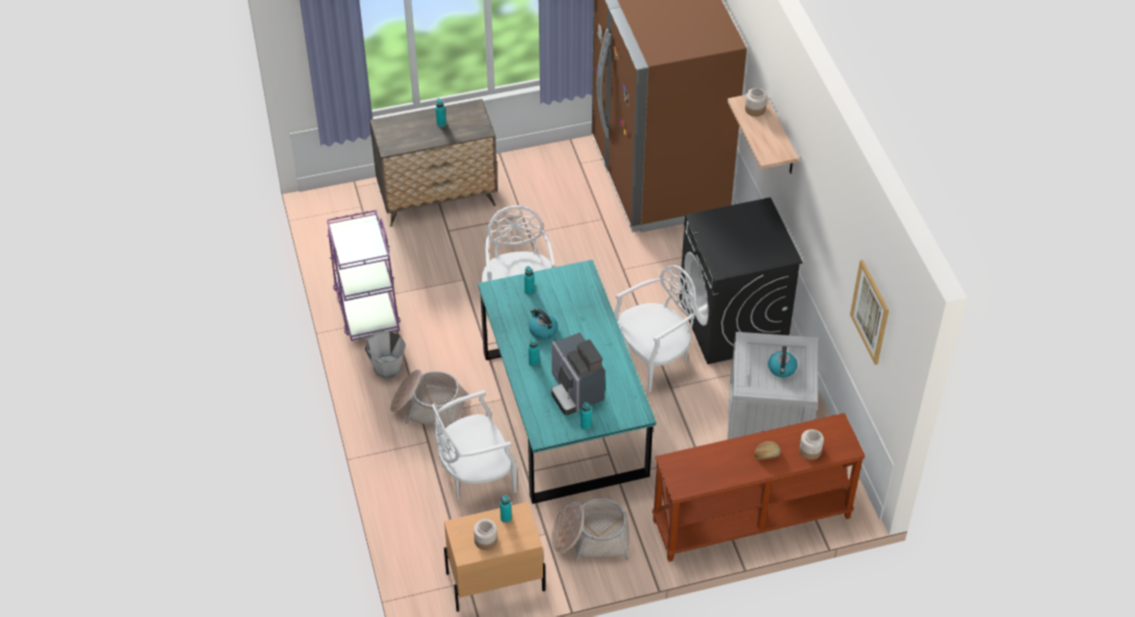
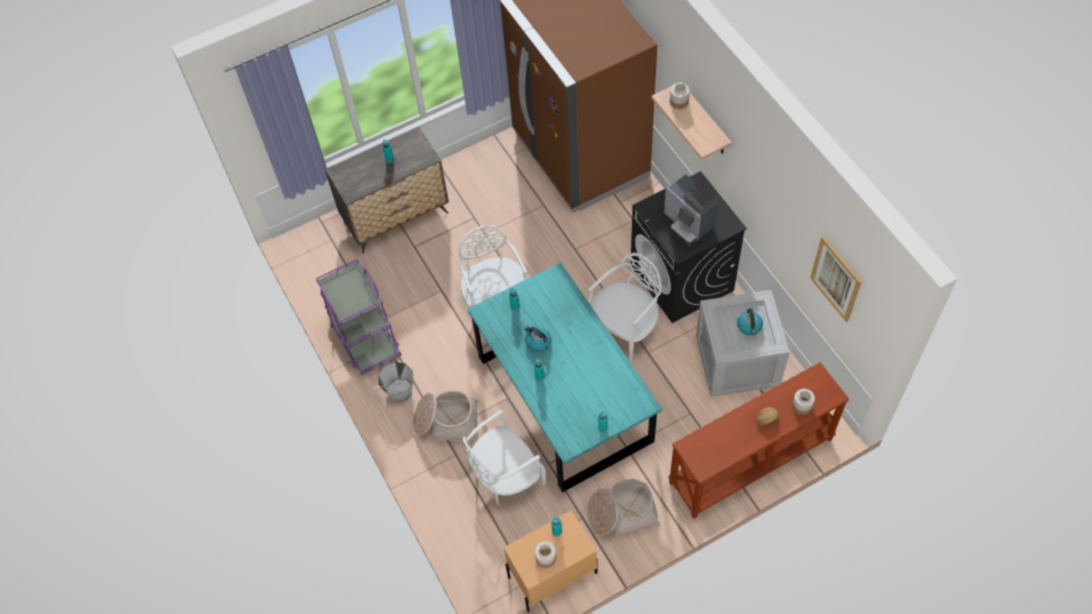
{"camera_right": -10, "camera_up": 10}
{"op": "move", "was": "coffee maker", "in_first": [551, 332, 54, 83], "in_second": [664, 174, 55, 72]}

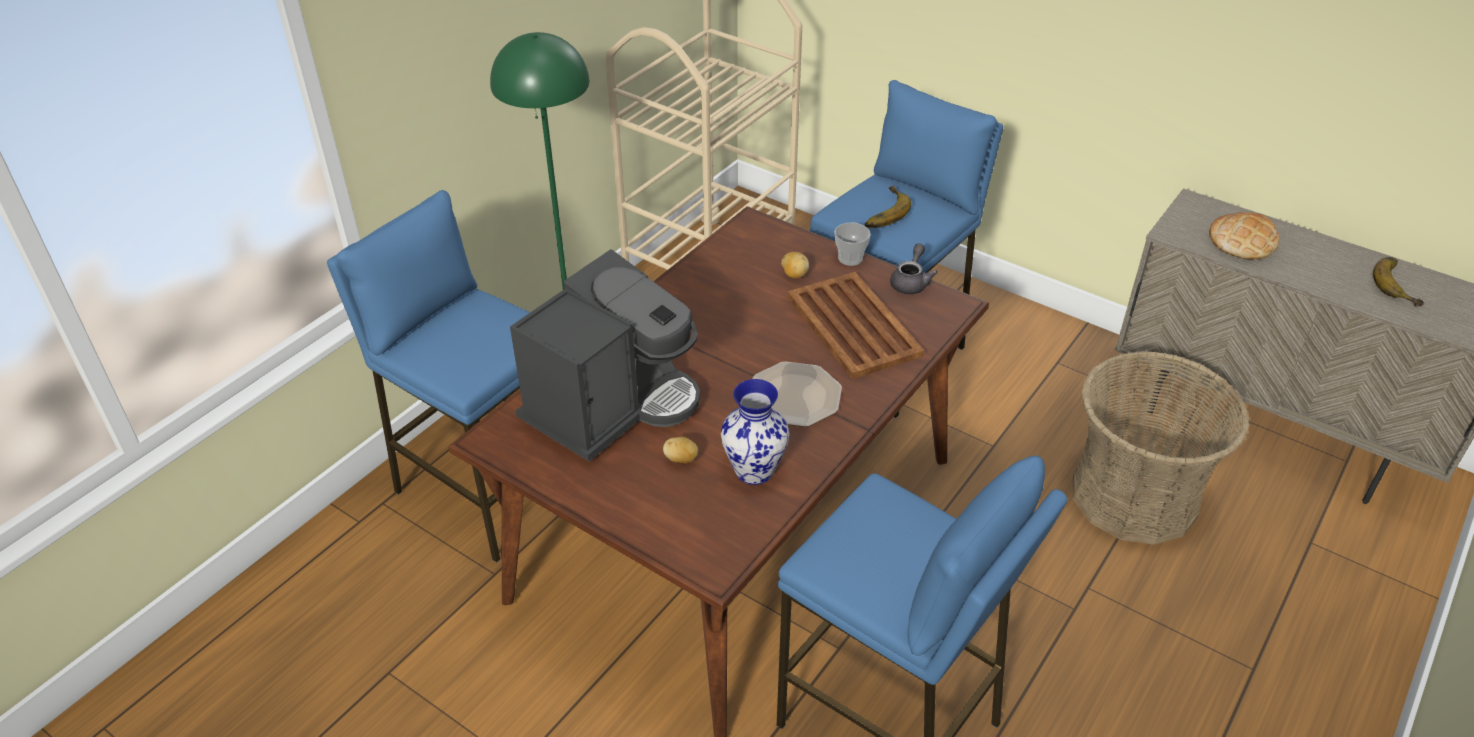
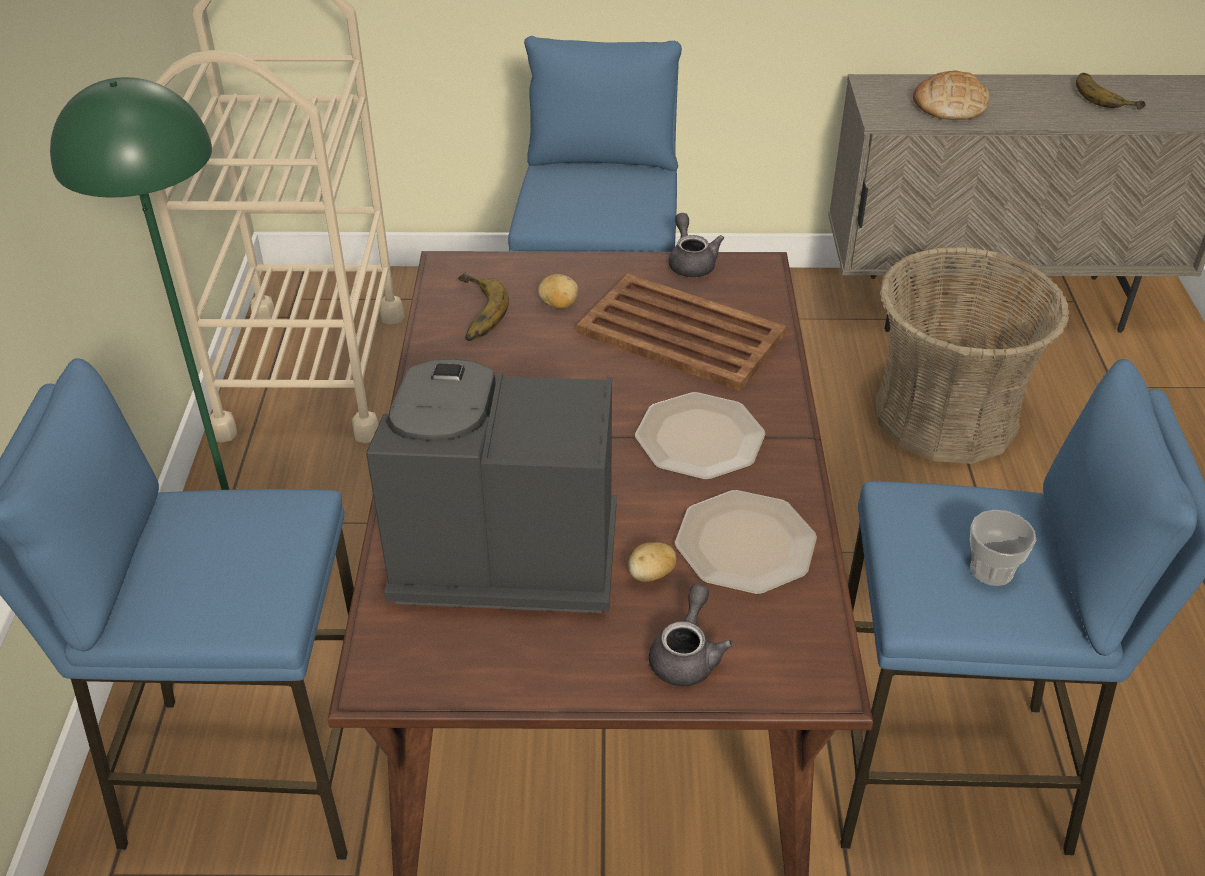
{"camera_right": -35, "camera_up": 0}
{"op": "rotate", "was": "coffee maker", "in_first": [510, 249, 190, 213], "in_second": [366, 359, 251, 254], "clockwise": -90}
{"op": "move", "was": "banana", "in_first": [865, 186, 46, 42], "in_second": [458, 272, 51, 69]}
{"op": "insert", "now": "gray teapot", "in_second": [649, 584, 84, 102]}
{"op": "replace", "was": "decorative vase", "now": "dinner plate", "in_first": [721, 379, 68, 106], "in_second": [675, 490, 142, 105]}
{"op": "move", "was": "drinking cup", "in_first": [834, 223, 37, 43], "in_second": [970, 510, 66, 76]}

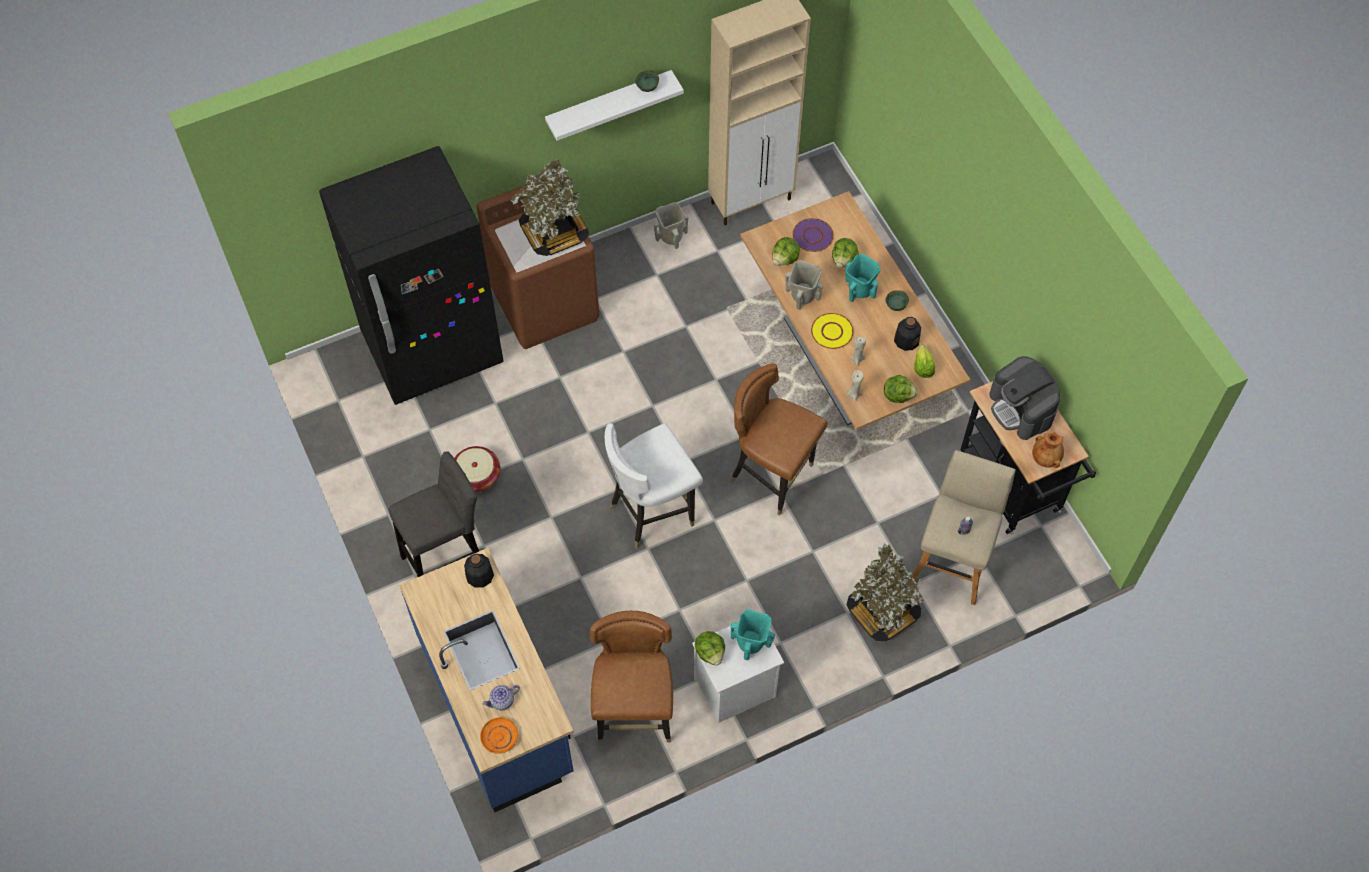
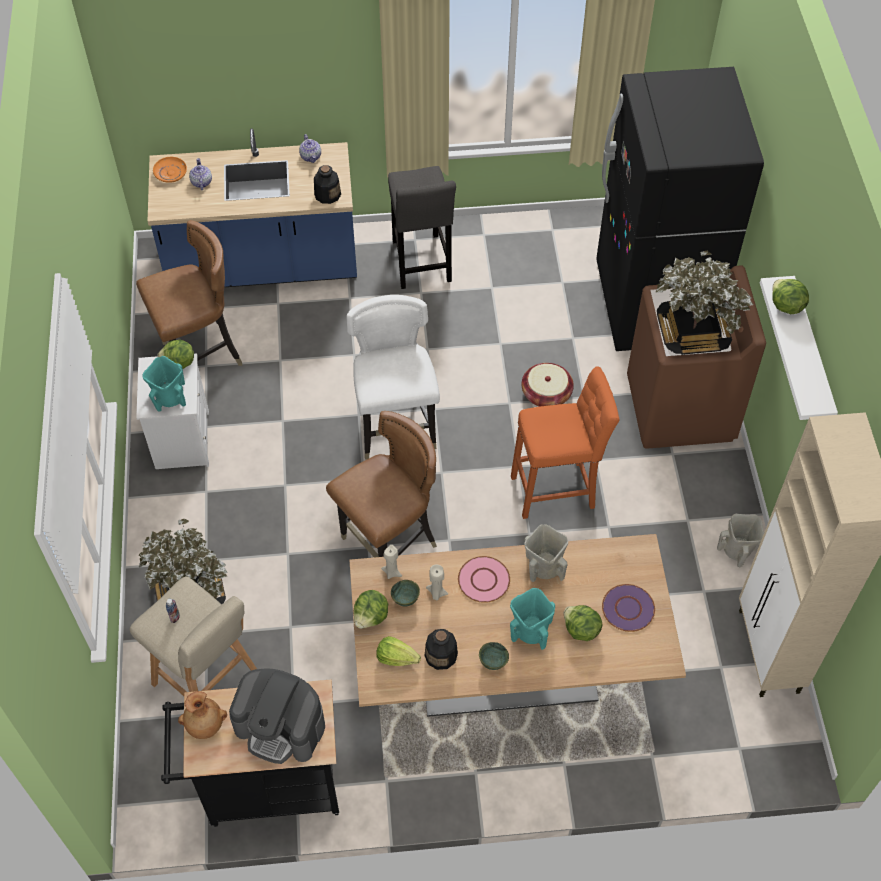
{"camera_right": 110, "camera_up": -5}
{"op": "rotate", "was": "brown-coloured upright chair", "in_first": [590, 611, 83, 132], "in_second": [136, 220, 106, 146], "clockwise": -45}
{"op": "rotate", "was": "coffee maker", "in_first": [989, 356, 71, 84], "in_second": [229, 668, 96, 96], "clockwise": -150}
{"op": "insert", "now": "teapot", "in_second": [299, 134, 22, 29]}
{"op": "move", "was": "green serving bowl", "in_first": [635, 70, 24, 22], "in_second": [391, 580, 29, 26]}
{"op": "recolor", "was": "yellow-coloured dinner plate", "now": "pinkish dinner plate", "in_first": [811, 313, 43, 36], "in_second": [458, 556, 52, 47]}
{"op": "insert", "now": "orange stool", "in_second": [511, 366, 108, 153]}
{"op": "move", "was": "basket", "in_first": [454, 446, 46, 46], "in_second": [521, 363, 53, 44]}
{"op": "move", "was": "lettuce head", "in_first": [772, 237, 28, 28], "in_second": [772, 279, 37, 35]}

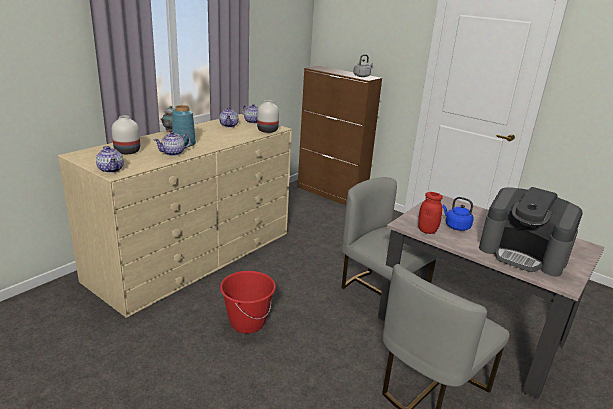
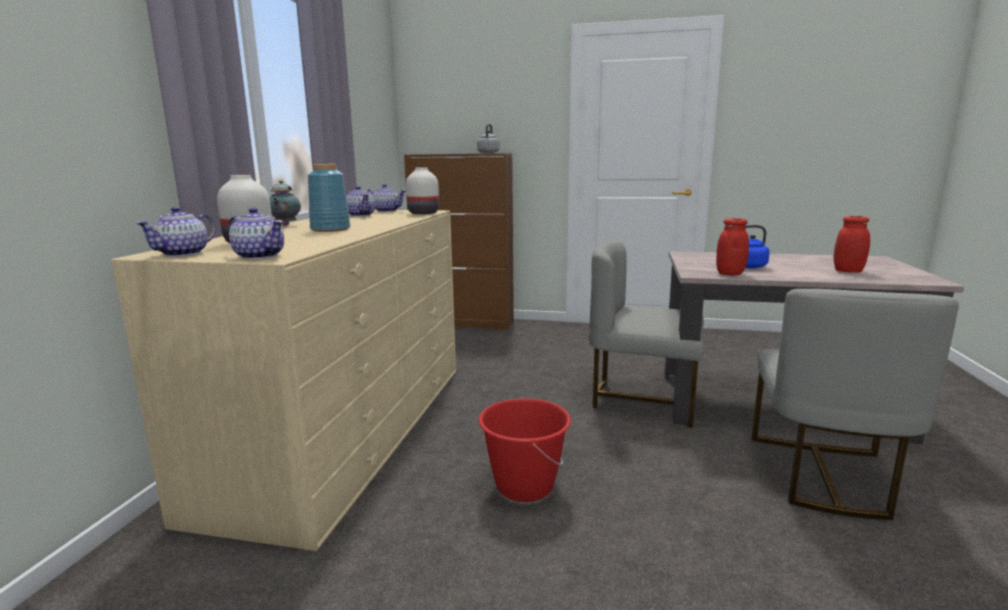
{"camera_right": -25, "camera_up": -10}
{"op": "move", "was": "teapot", "in_first": [154, 131, 37, 25], "in_second": [136, 207, 80, 50]}
{"op": "replace", "was": "coffee maker", "now": "reddish preserve jar", "in_first": [479, 187, 103, 90], "in_second": [834, 216, 36, 57]}

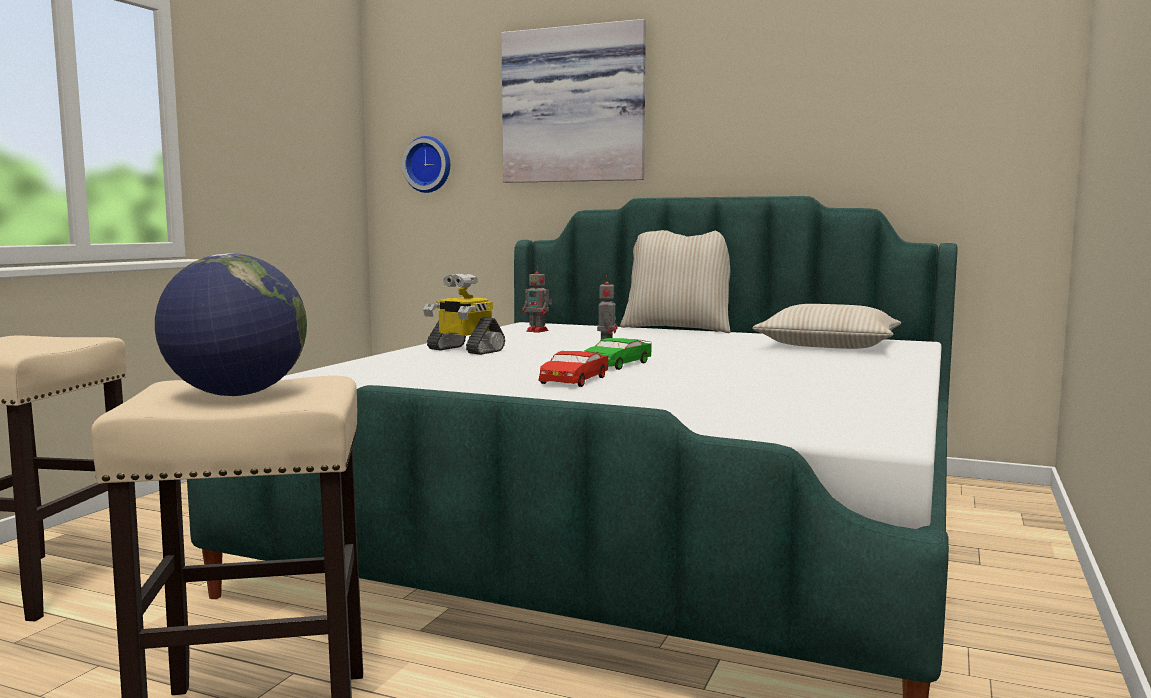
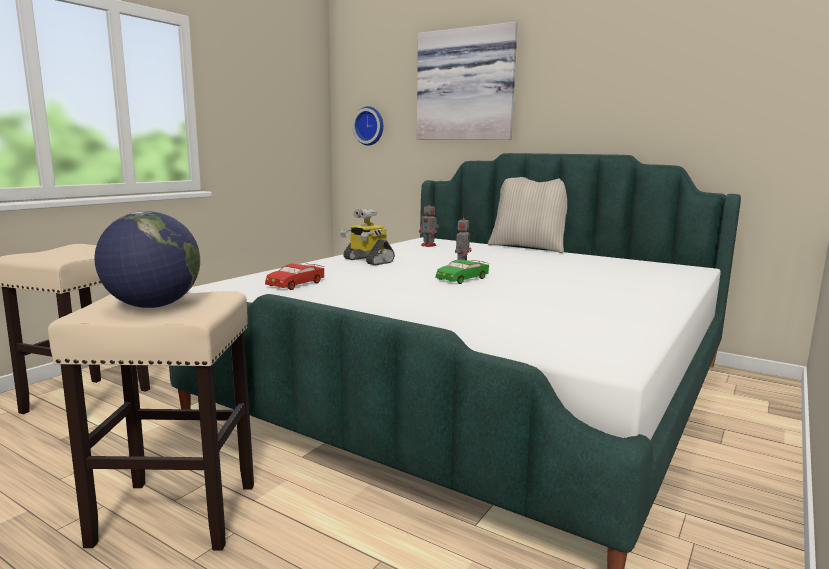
{"camera_right": 10, "camera_up": 5}
{"op": "move", "was": "reddish toy car", "in_first": [539, 351, 69, 36], "in_second": [265, 264, 59, 26]}
{"op": "delete", "was": "beige-coloured pillow", "in_first": [752, 304, 149, 45]}

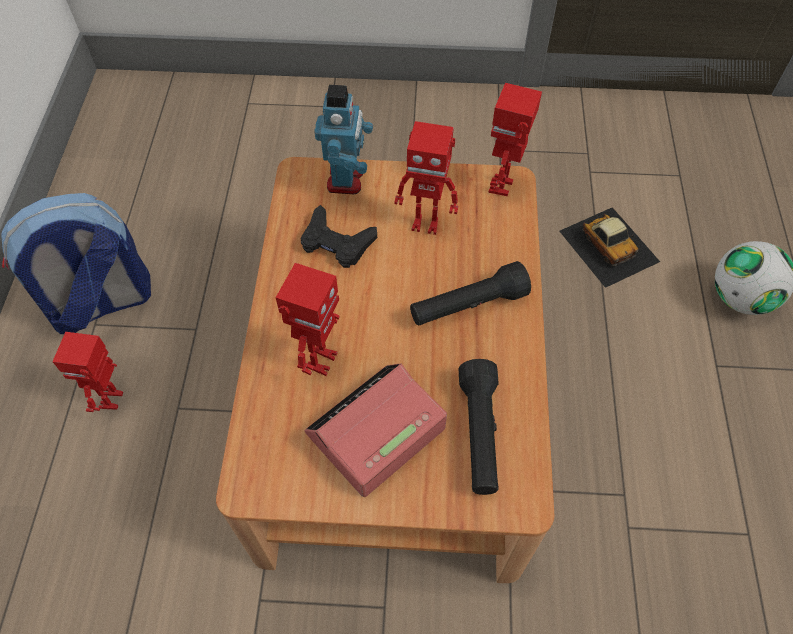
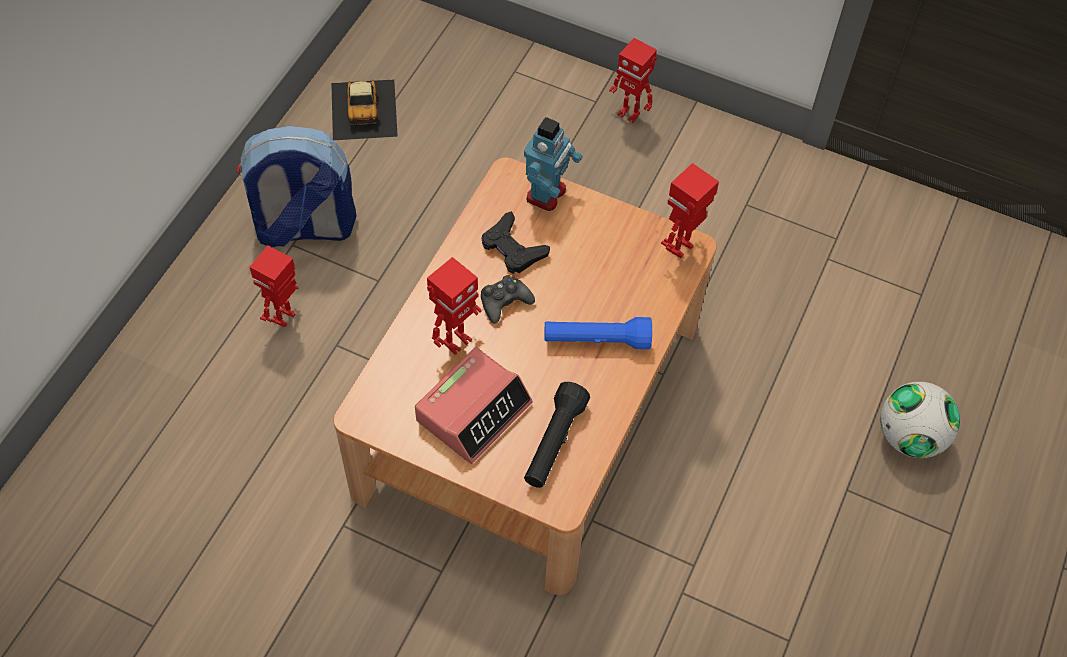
{"camera_right": 20, "camera_up": 0}
{"op": "move", "was": "toy car", "in_first": [559, 207, 101, 81], "in_second": [331, 80, 67, 60]}
{"op": "rotate", "was": "table clock", "in_first": [305, 363, 142, 134], "in_second": [415, 348, 118, 116], "clockwise": 150}
{"op": "insert", "now": "blackish gamepad", "in_second": [481, 275, 54, 49]}
{"op": "recolor", "was": "blackish flashlight", "now": "bluish flashlight", "in_first": [410, 261, 121, 64], "in_second": [544, 317, 108, 32]}
{"op": "move", "was": "robot figure", "in_first": [394, 121, 64, 114], "in_second": [609, 38, 48, 85]}

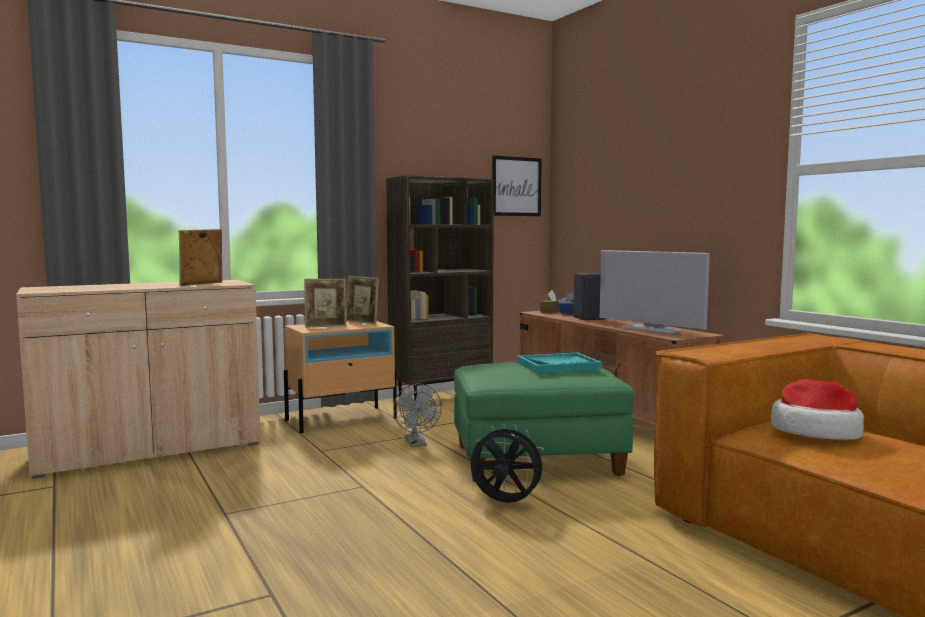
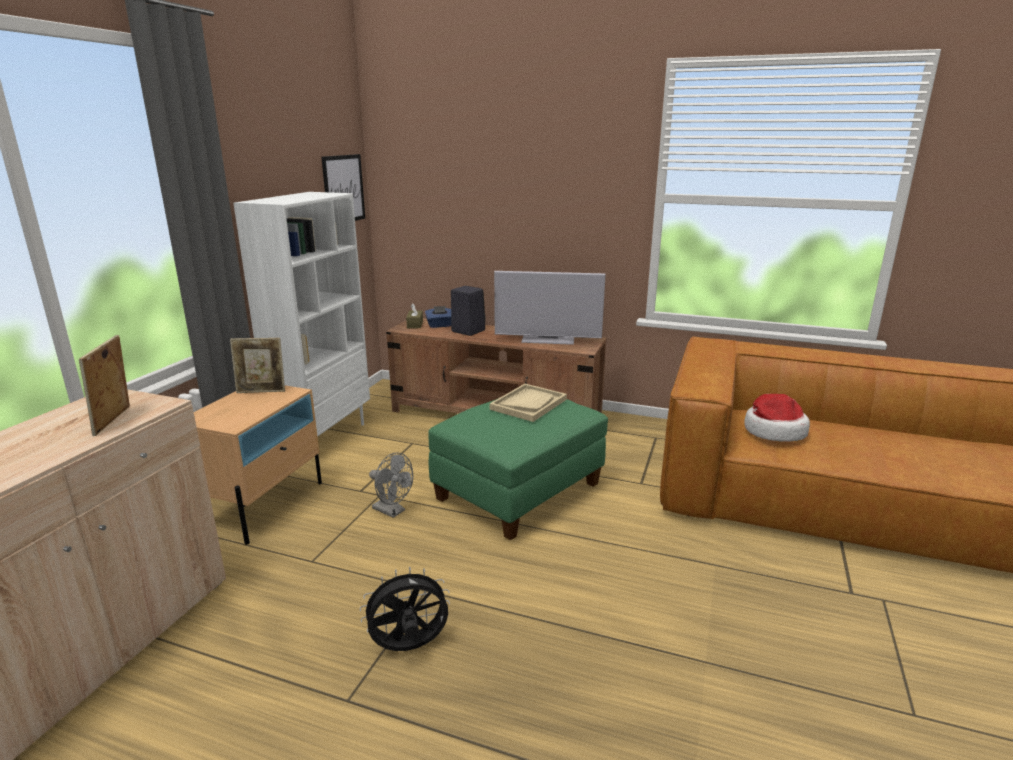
{"camera_right": -40, "camera_up": 15}
{"op": "recolor", "was": "brown-coloured bookshelf", "now": "white bookshelf", "in_first": [386, 175, 108, 227], "in_second": [233, 192, 137, 245]}
{"op": "move", "was": "blackish cooling fan", "in_first": [471, 423, 77, 80], "in_second": [360, 567, 90, 84]}
{"op": "recolor", "was": "blue-green tray", "now": "beige-coloured tray", "in_first": [517, 352, 85, 21], "in_second": [490, 384, 77, 38]}
{"op": "delete", "was": "standing frame", "in_first": [304, 279, 42, 49]}

